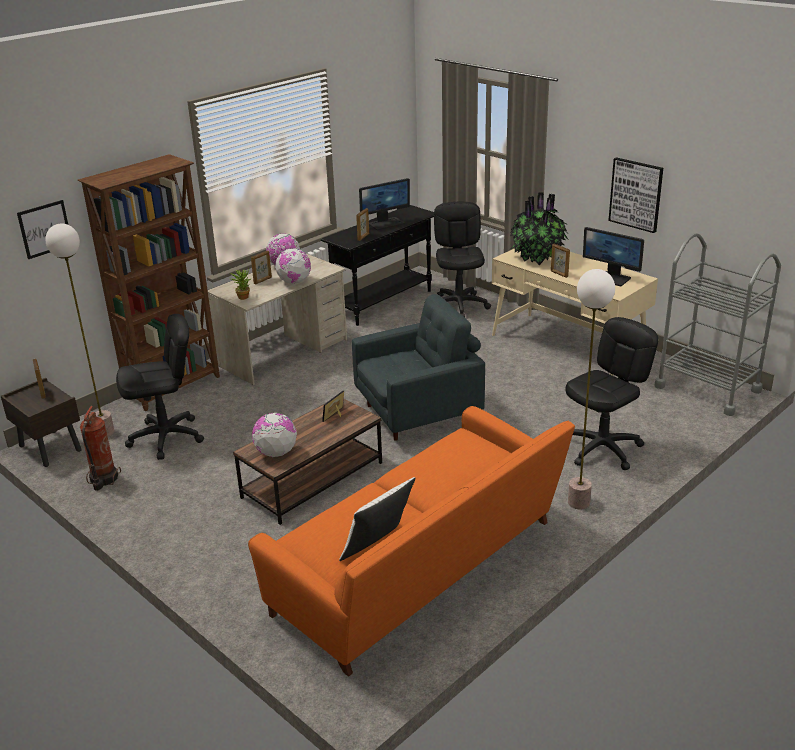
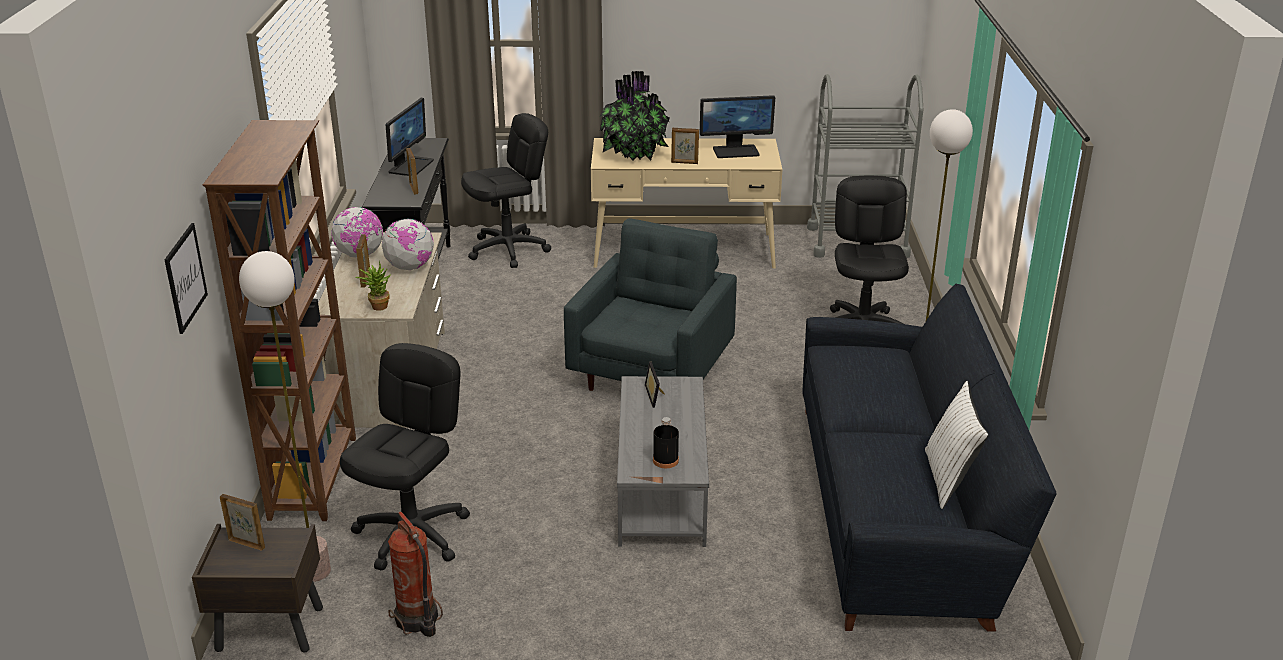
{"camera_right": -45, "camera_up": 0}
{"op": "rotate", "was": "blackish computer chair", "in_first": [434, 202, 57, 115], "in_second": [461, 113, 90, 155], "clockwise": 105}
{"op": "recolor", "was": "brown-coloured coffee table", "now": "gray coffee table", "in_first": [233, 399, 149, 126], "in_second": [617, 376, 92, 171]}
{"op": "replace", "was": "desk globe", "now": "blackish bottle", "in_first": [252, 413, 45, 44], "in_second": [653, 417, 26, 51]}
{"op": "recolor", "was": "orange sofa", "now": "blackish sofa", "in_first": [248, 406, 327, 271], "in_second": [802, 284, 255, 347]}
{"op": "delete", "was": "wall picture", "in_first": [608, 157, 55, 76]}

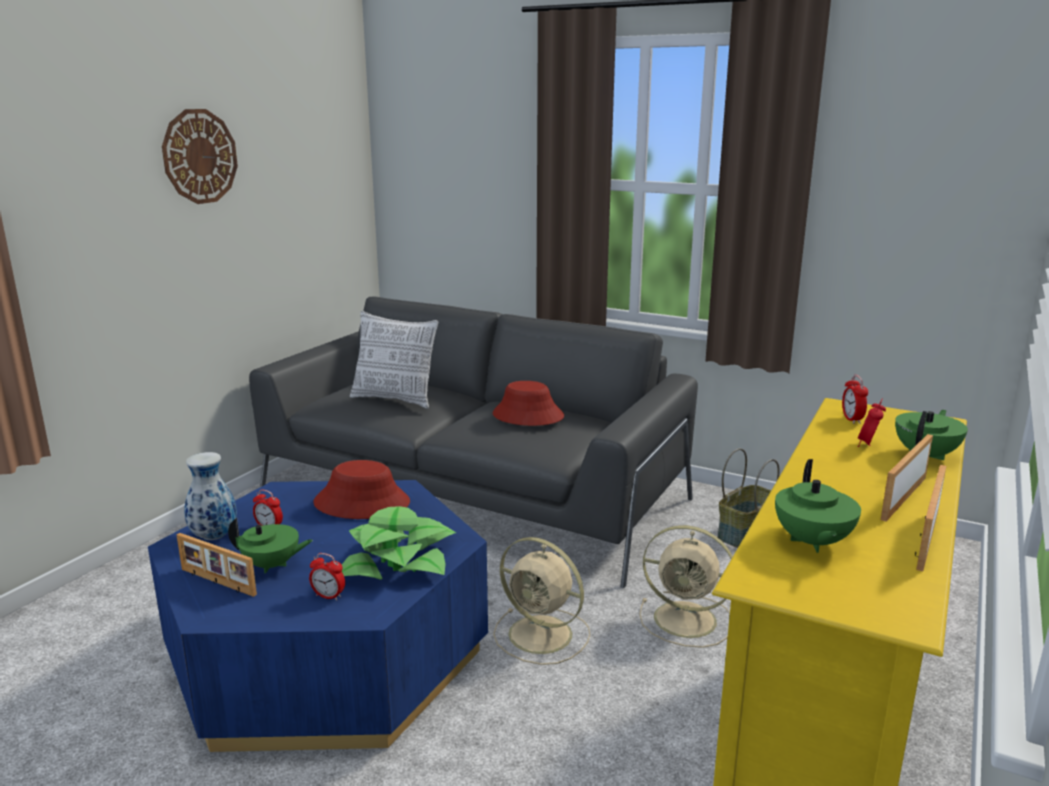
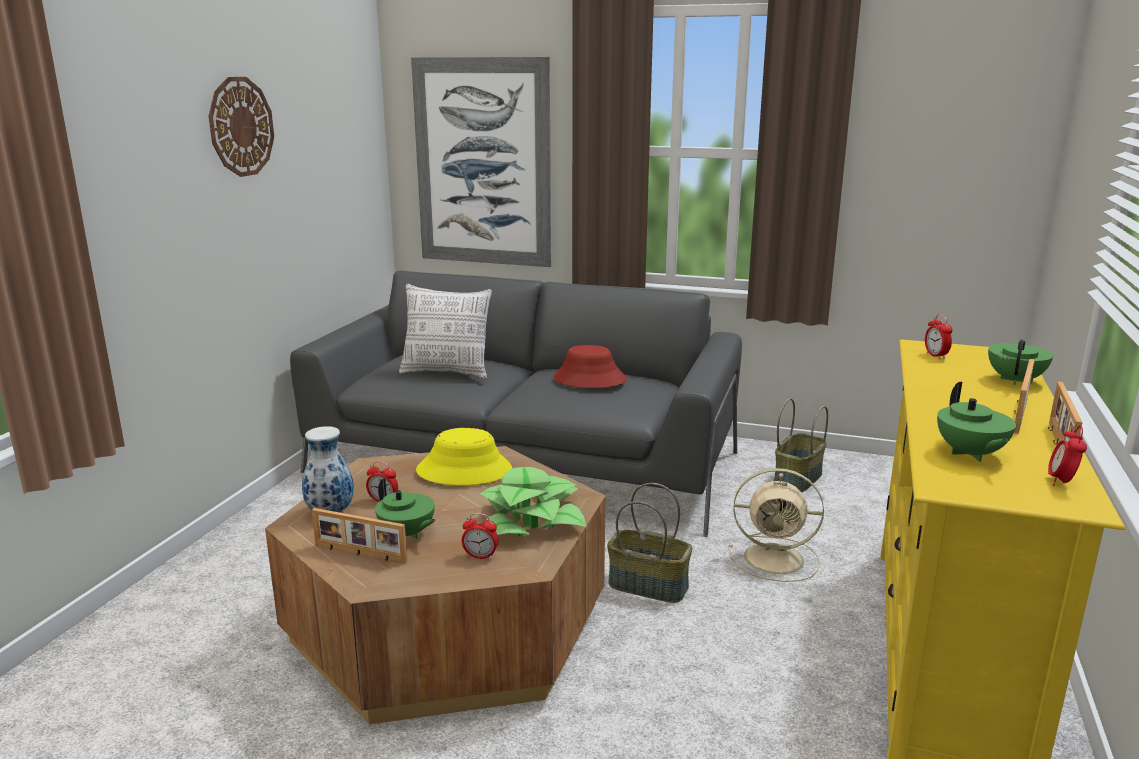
{"camera_right": -10, "camera_up": 0}
{"op": "recolor", "was": "bluish coffee table", "now": "brown-coloured coffee table", "in_first": [148, 480, 340, 272], "in_second": [265, 446, 341, 278]}
{"op": "rotate", "was": "green teapot", "in_first": [228, 518, 85, 55], "in_second": [375, 478, 61, 61], "clockwise": 45}
{"op": "insert", "now": "wall picture", "in_second": [411, 57, 140, 210]}
{"op": "recolor", "was": "reddish clothing hat", "now": "yellow-coloured clothing hat", "in_first": [313, 460, 97, 59], "in_second": [416, 428, 96, 58]}
{"op": "replace", "was": "beige-coloured cooling fan", "now": "basket", "in_first": [493, 537, 97, 128], "in_second": [607, 483, 86, 120]}
{"op": "move", "was": "table clock", "in_first": [858, 398, 28, 49], "in_second": [1048, 426, 39, 60]}

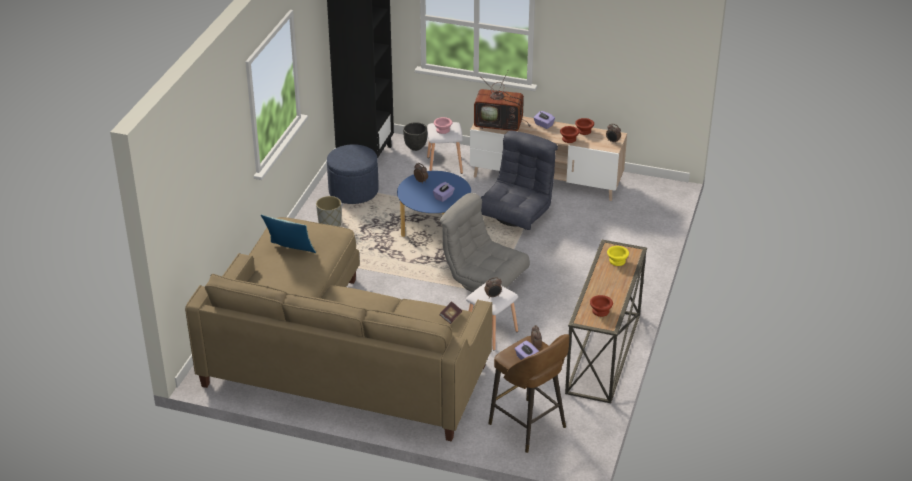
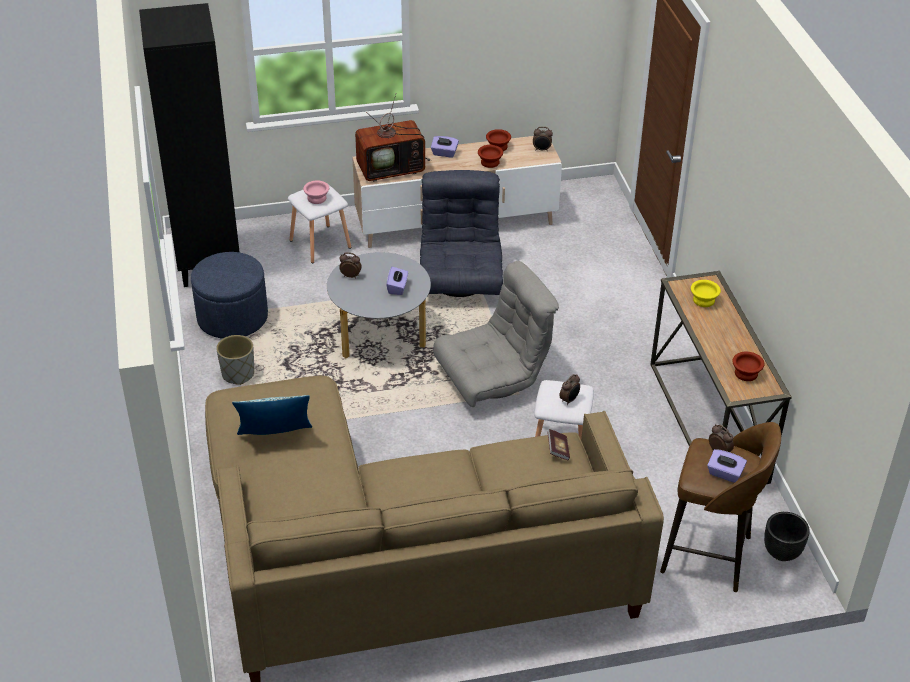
{"camera_right": -30, "camera_up": 5}
{"op": "recolor", "was": "bluish coffee table", "now": "gray coffee table", "in_first": [397, 171, 74, 66], "in_second": [327, 252, 104, 107]}
{"op": "rotate", "was": "gray armchair", "in_first": [440, 193, 90, 99], "in_second": [433, 261, 126, 146], "clockwise": 150}
{"op": "move", "was": "blackish flower pot", "in_first": [403, 122, 24, 29], "in_second": [764, 512, 46, 49]}

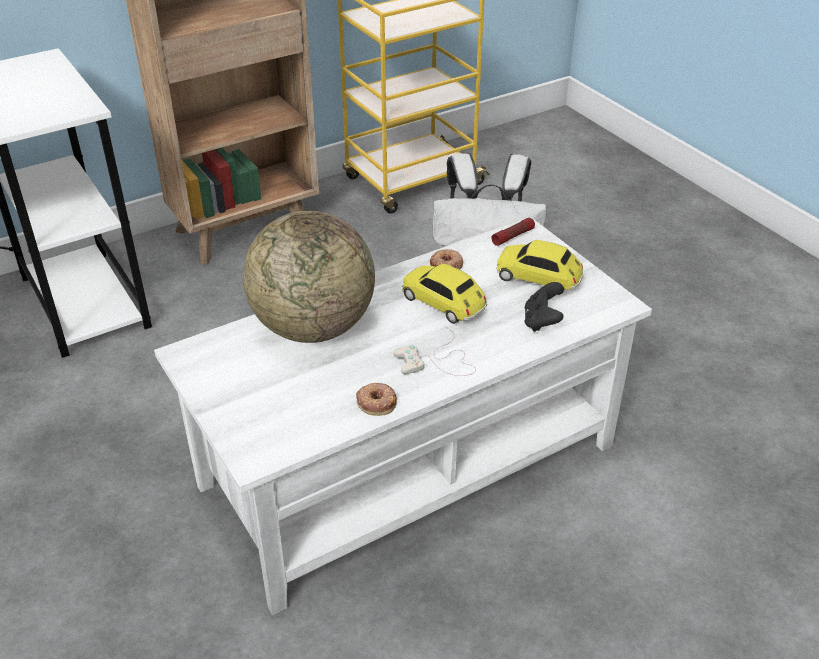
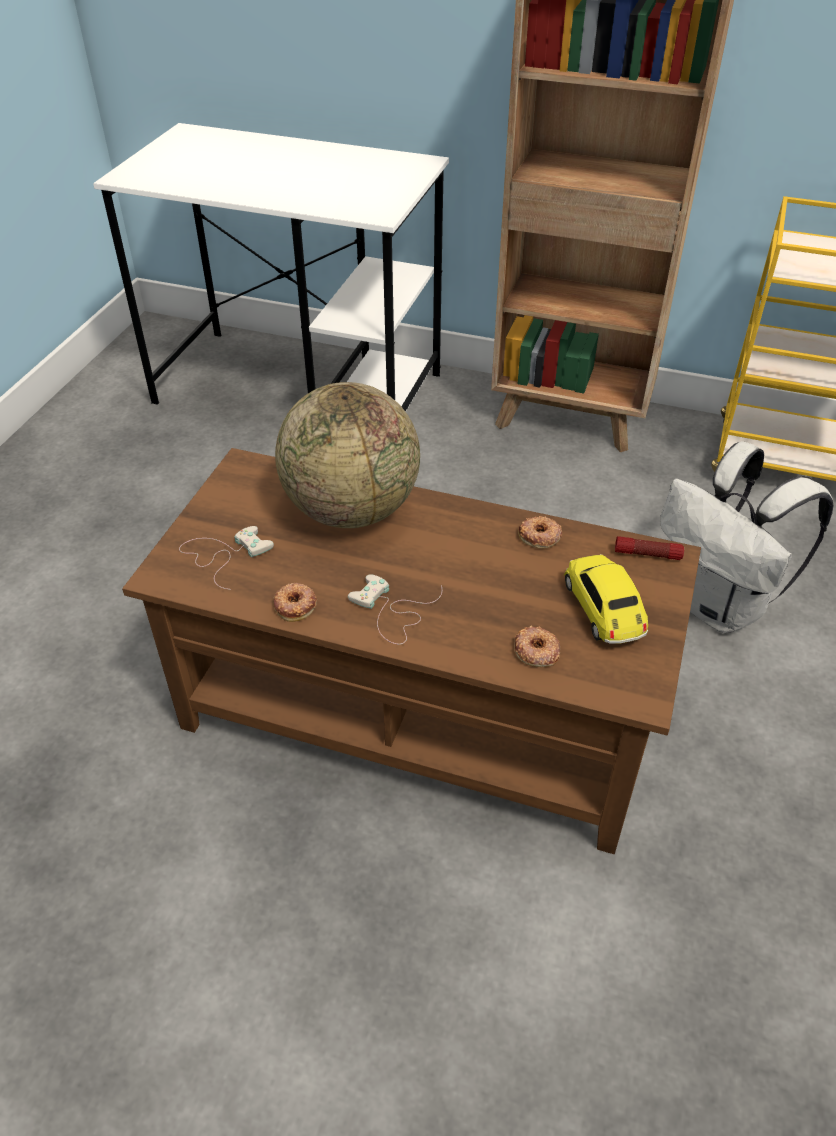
{"camera_right": 50, "camera_up": 5}
{"op": "recolor", "was": "white coffee table", "now": "brown-coloured coffee table", "in_first": [154, 217, 498, 398], "in_second": [122, 448, 579, 406]}
{"op": "insert", "now": "white gamepad", "in_second": [179, 526, 95, 64]}
{"op": "replace", "was": "blackish gamepad", "now": "donut", "in_first": [524, 282, 40, 50], "in_second": [514, 626, 46, 41]}
{"op": "delete", "was": "toy car", "in_first": [402, 264, 85, 60]}

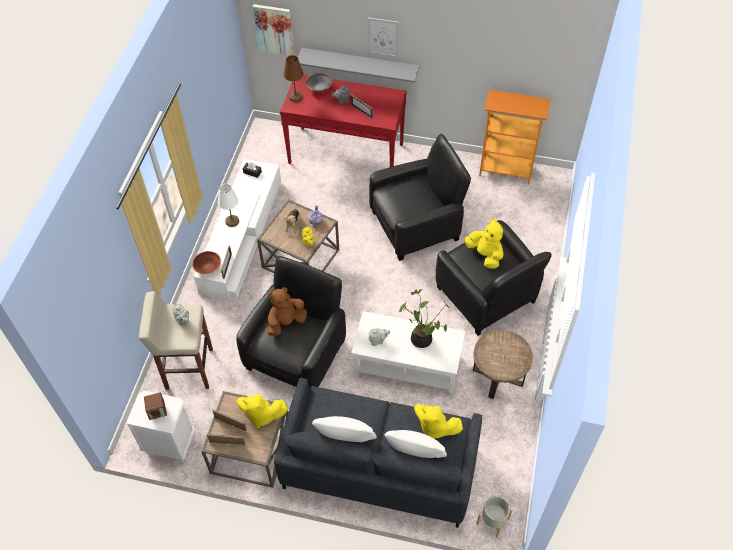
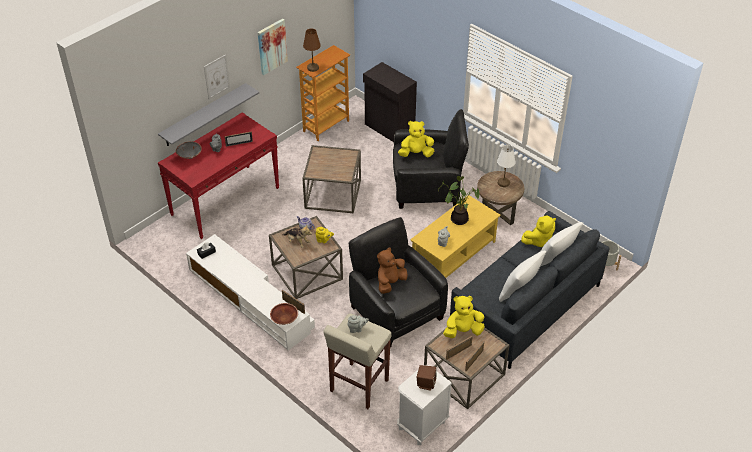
{"camera_right": -60, "camera_up": -10}
{"op": "move", "was": "wall picture", "in_first": [253, 4, 41, 52], "in_second": [258, 19, 30, 56]}
{"op": "replace", "was": "blackish armchair", "now": "brown-coloured end table", "in_first": [369, 134, 102, 127], "in_second": [302, 145, 59, 69]}
{"op": "move", "was": "brown-coloured table lamp", "in_first": [283, 55, 20, 47], "in_second": [303, 28, 18, 44]}
{"op": "insert", "now": "blackish cupboard", "in_second": [363, 62, 54, 80]}
{"op": "rotate", "was": "brown-coloured soft toy", "in_first": [267, 287, 40, 49], "in_second": [377, 248, 31, 46], "clockwise": 45}
{"op": "recolor", "was": "white coffee table", "now": "yellow-coloured coffee table", "in_first": [351, 311, 114, 83], "in_second": [410, 195, 91, 83]}
{"op": "rotate", "was": "yellow-coloured soft toy", "in_first": [236, 394, 52, 34], "in_second": [443, 296, 42, 42], "clockwise": -150}
{"op": "move", "was": "white table lamp", "in_first": [218, 184, 21, 43], "in_second": [497, 145, 18, 42]}

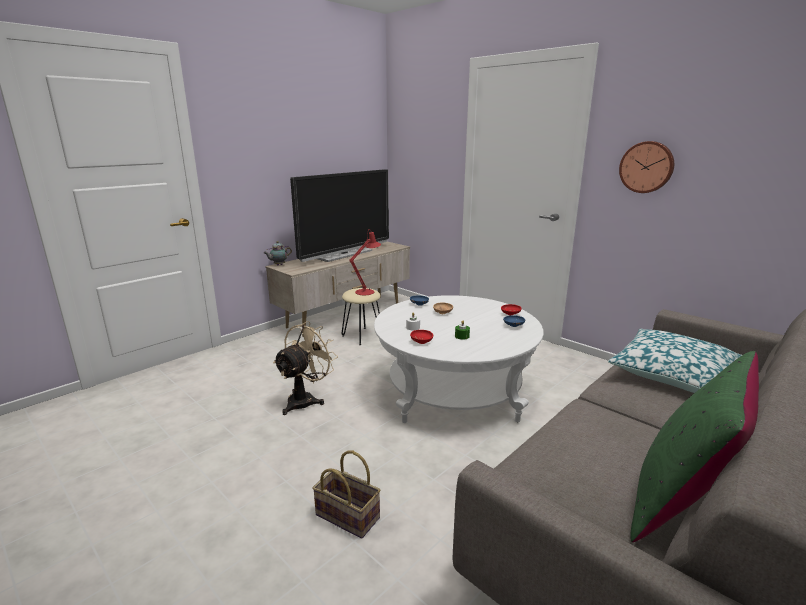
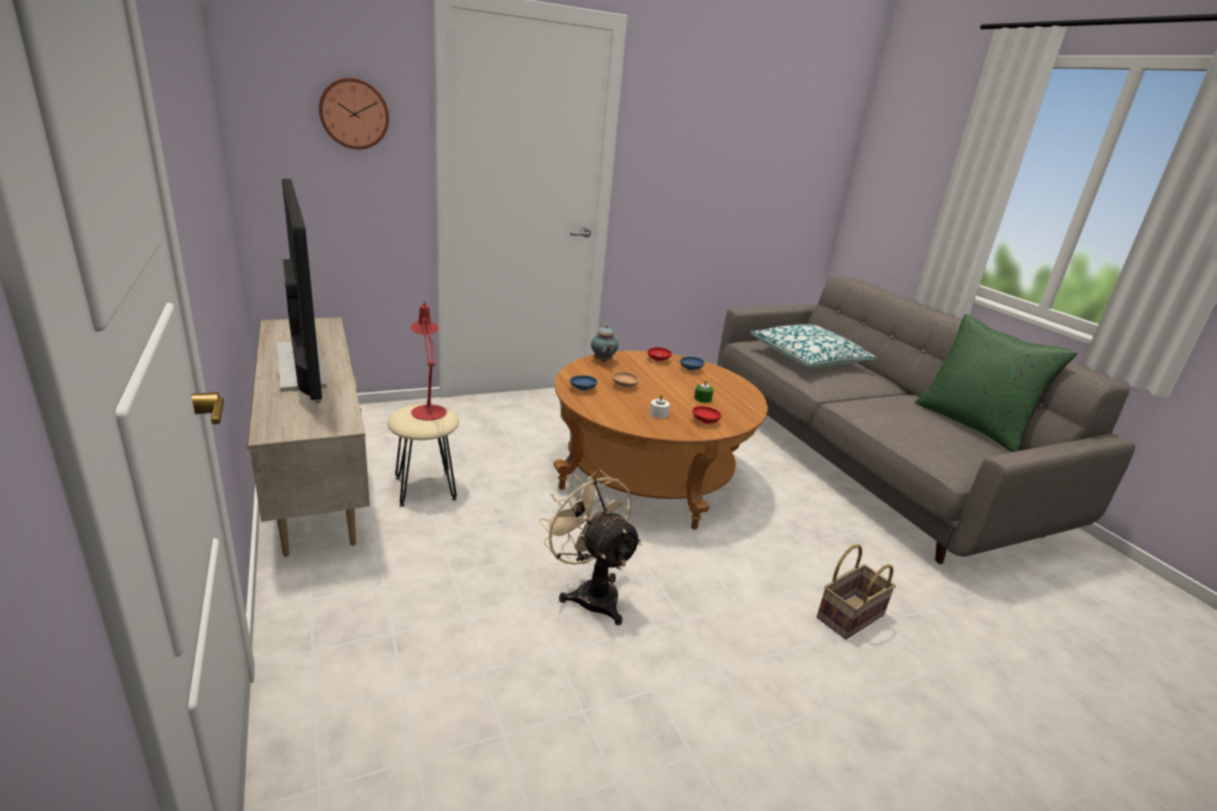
{"camera_right": -70, "camera_up": 5}
{"op": "move", "was": "hanging clock", "in_first": [619, 141, 55, 52], "in_second": [319, 78, 70, 71]}
{"op": "recolor", "was": "white coffee table", "now": "brown-coloured coffee table", "in_first": [374, 295, 169, 128], "in_second": [553, 351, 215, 179]}
{"op": "move", "was": "teapot", "in_first": [263, 241, 29, 25], "in_second": [591, 324, 27, 38]}

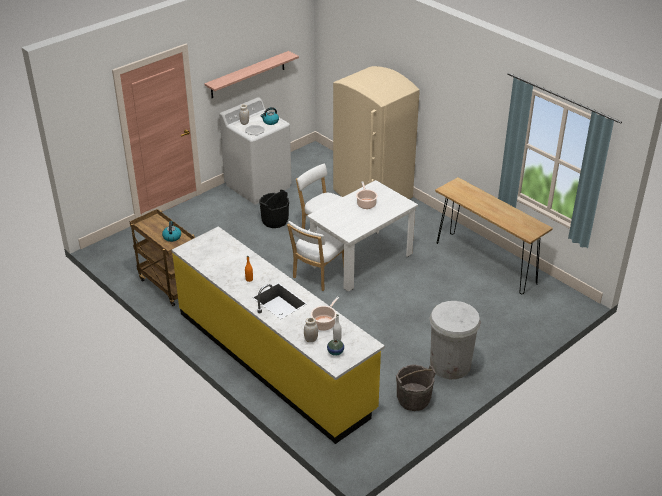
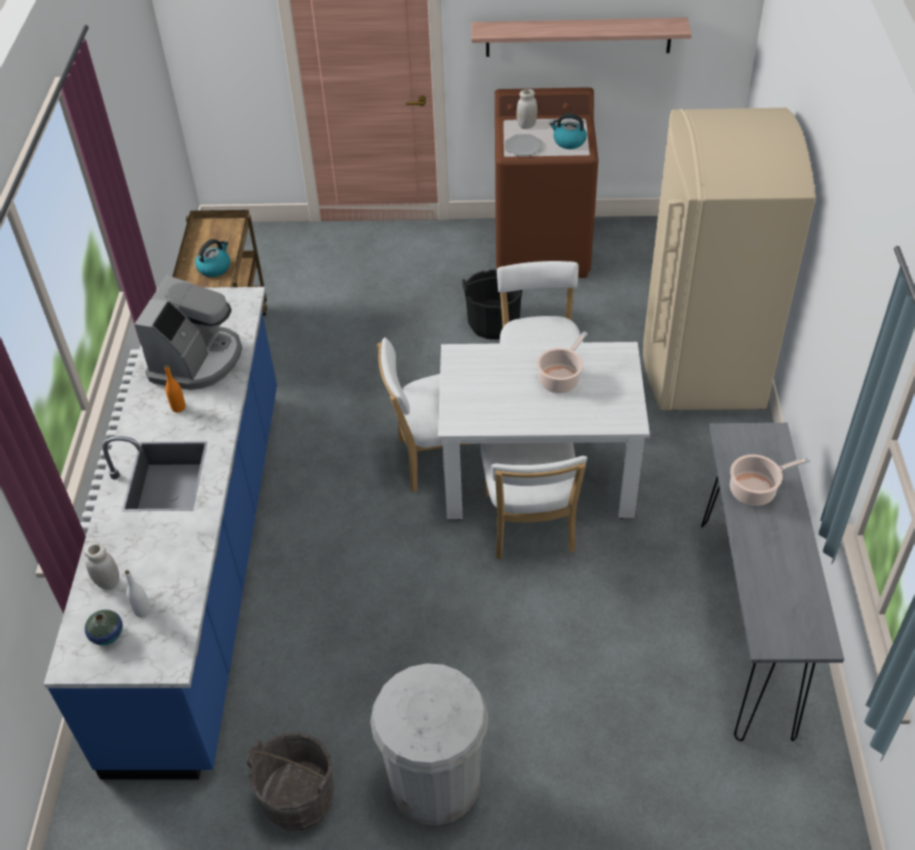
{"camera_right": 45, "camera_up": 10}
{"op": "recolor", "was": "yellow-coloured kitchen base unit", "now": "bluish kitchen base unit", "in_first": [171, 226, 214, 218], "in_second": [44, 287, 233, 493]}
{"op": "insert", "now": "coffee maker", "in_second": [134, 275, 108, 115]}
{"op": "insert", "now": "white upright chair", "in_second": [481, 443, 106, 116]}
{"op": "recolor", "was": "white laundry appliance", "now": "brown-coloured laundry appliance", "in_first": [219, 97, 73, 107], "in_second": [495, 87, 103, 191]}
{"op": "recolor", "was": "brown-coloured console table", "now": "gray console table", "in_first": [435, 177, 118, 118], "in_second": [701, 423, 143, 318]}
{"op": "move", "was": "cooking pot", "in_first": [311, 297, 28, 34], "in_second": [730, 454, 80, 52]}

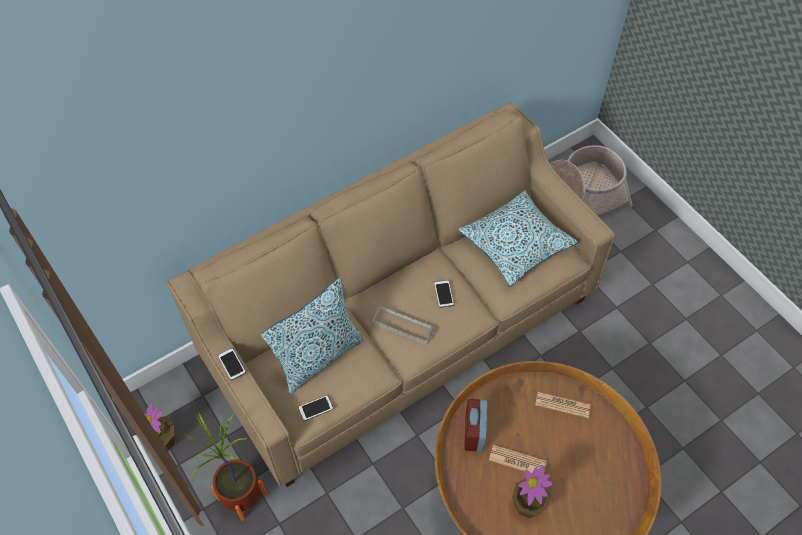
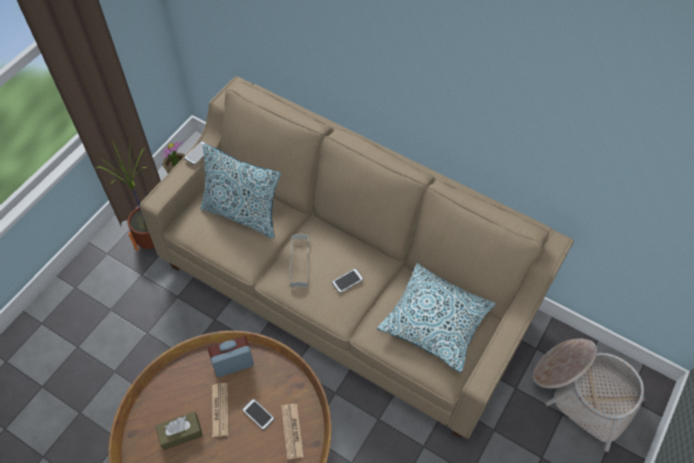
{"camera_right": 65, "camera_up": 0}
{"op": "replace", "was": "houseplant", "now": "brown-coloured box of tissues", "in_first": [512, 466, 41, 52], "in_second": [156, 412, 47, 38]}
{"op": "move", "was": "phone", "in_first": [298, 395, 35, 26], "in_second": [242, 399, 33, 31]}

